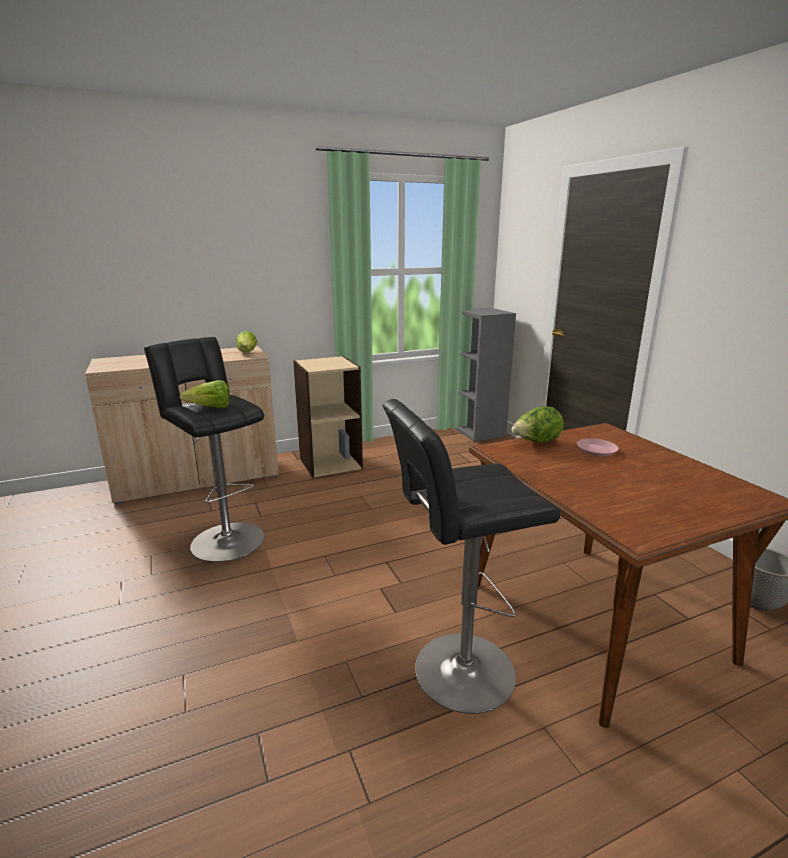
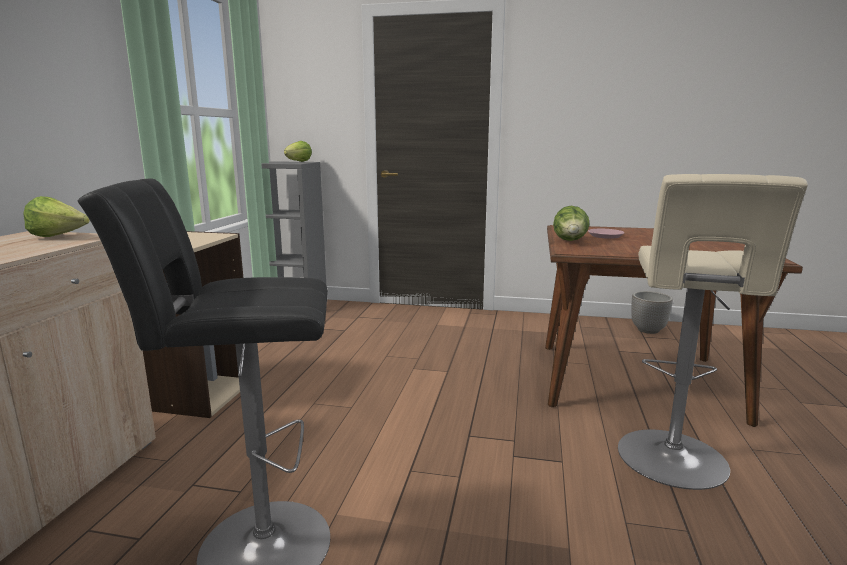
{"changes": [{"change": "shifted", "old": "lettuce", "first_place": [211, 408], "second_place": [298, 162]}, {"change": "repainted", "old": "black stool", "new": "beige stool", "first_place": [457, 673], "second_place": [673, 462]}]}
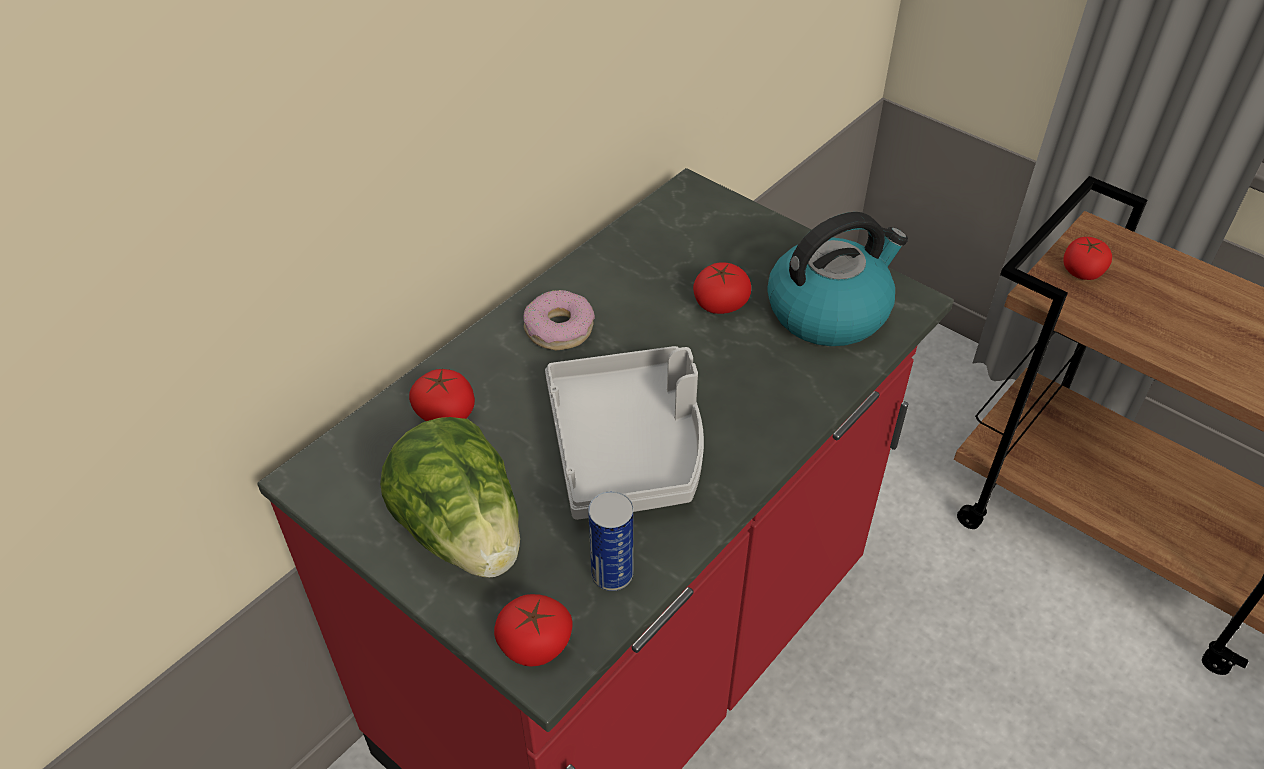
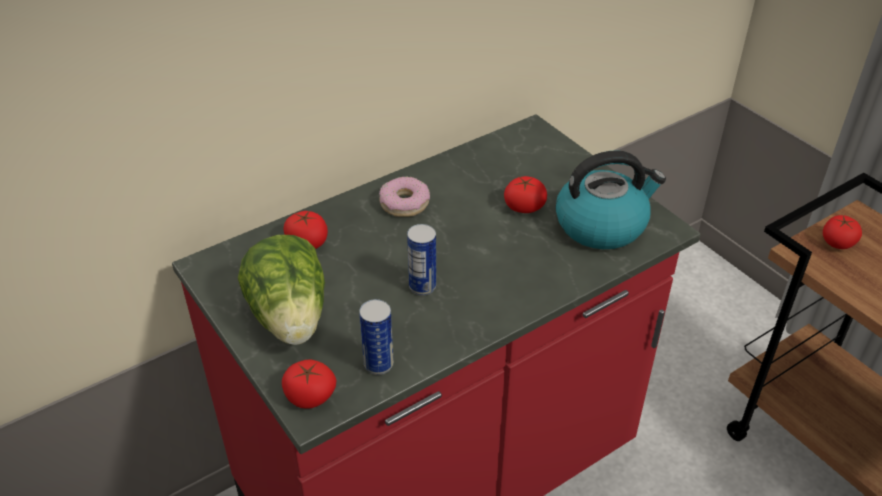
{"changes": [{"change": "swapped", "old": "grey tray", "new": "can", "first_place": [629, 447], "second_place": [422, 286]}]}
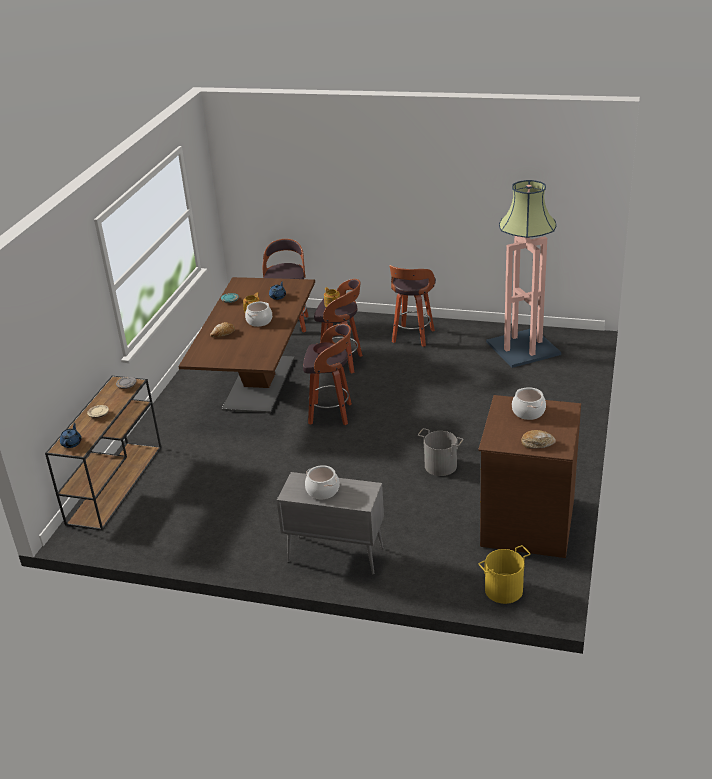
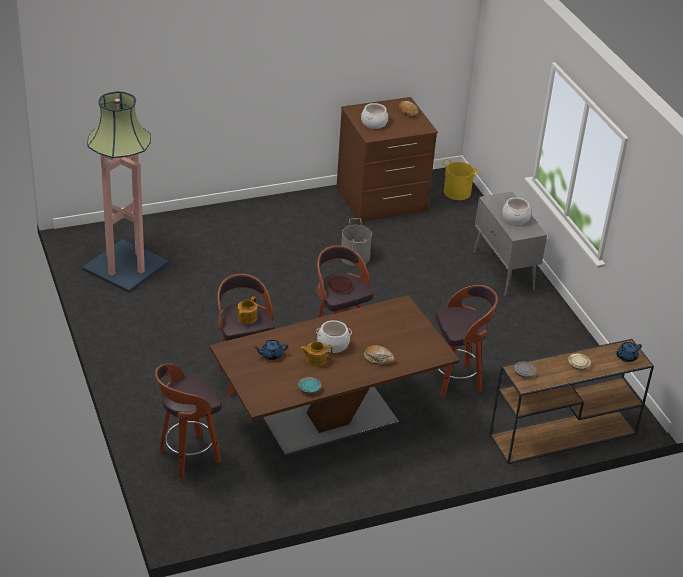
{"changes": [{"change": "shifted", "old": "stool", "first_place": [413, 337], "second_place": [456, 381]}]}
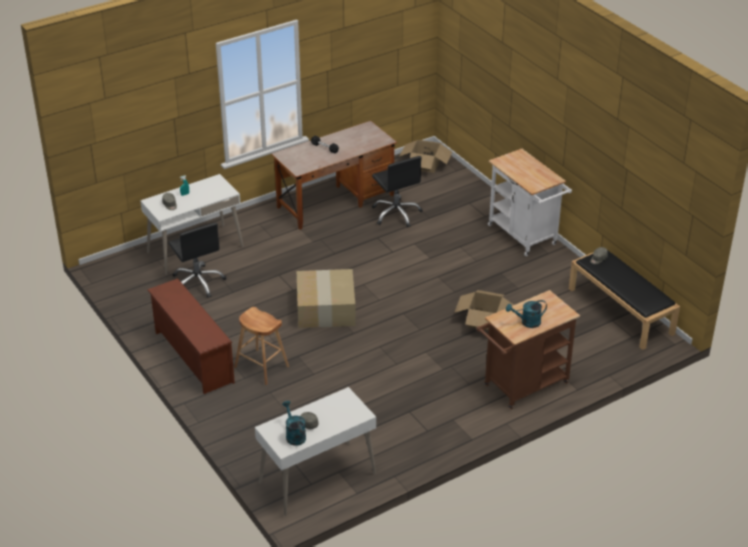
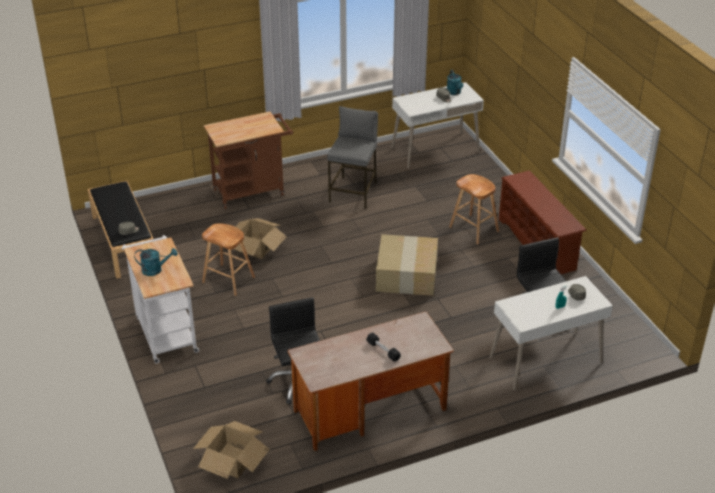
{"changes": [{"change": "shifted", "old": "turquoise watering can", "first_place": [527, 322], "second_place": [155, 270]}, {"change": "new", "new": "brown stool", "second_place": [228, 280]}, {"change": "new", "new": "grey stool", "second_place": [354, 192]}]}
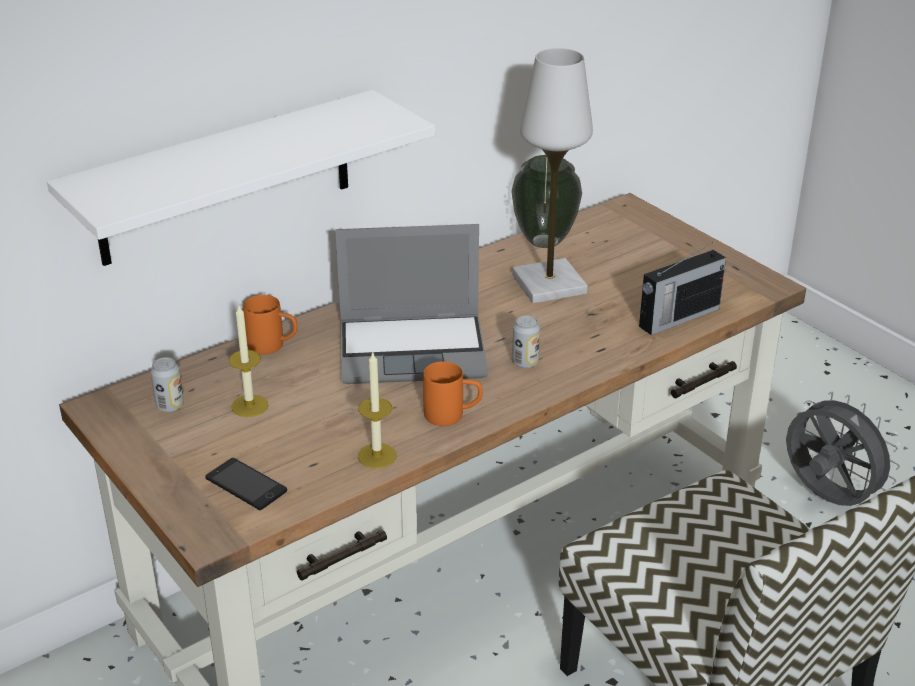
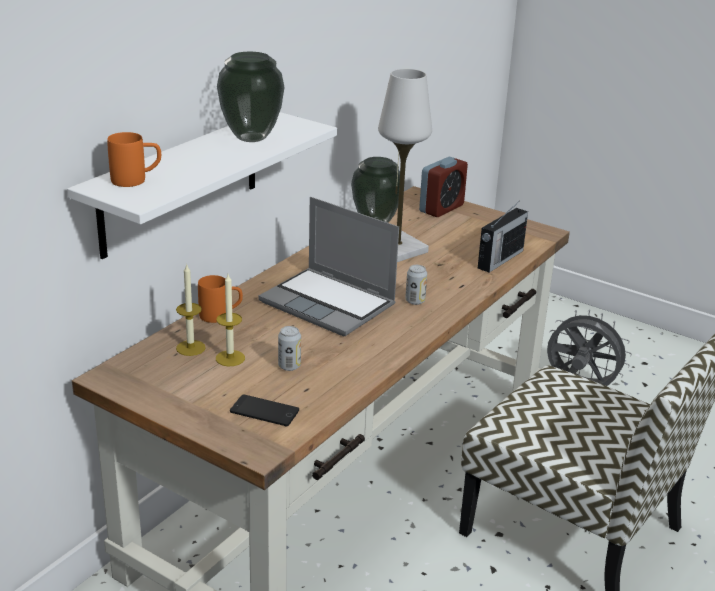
{"changes": [{"change": "shifted", "old": "orange mug", "first_place": [453, 415], "second_place": [136, 180]}, {"change": "shifted", "old": "candle", "first_place": [377, 456], "second_place": [190, 348]}, {"change": "new", "new": "vase", "second_place": [250, 137]}, {"change": "rotated", "old": "laptop", "first_place": [414, 350], "second_place": [330, 304], "degrees": 60}, {"change": "shifted", "old": "can", "first_place": [170, 406], "second_place": [289, 366]}, {"change": "new", "new": "alarm clock", "second_place": [441, 208]}]}
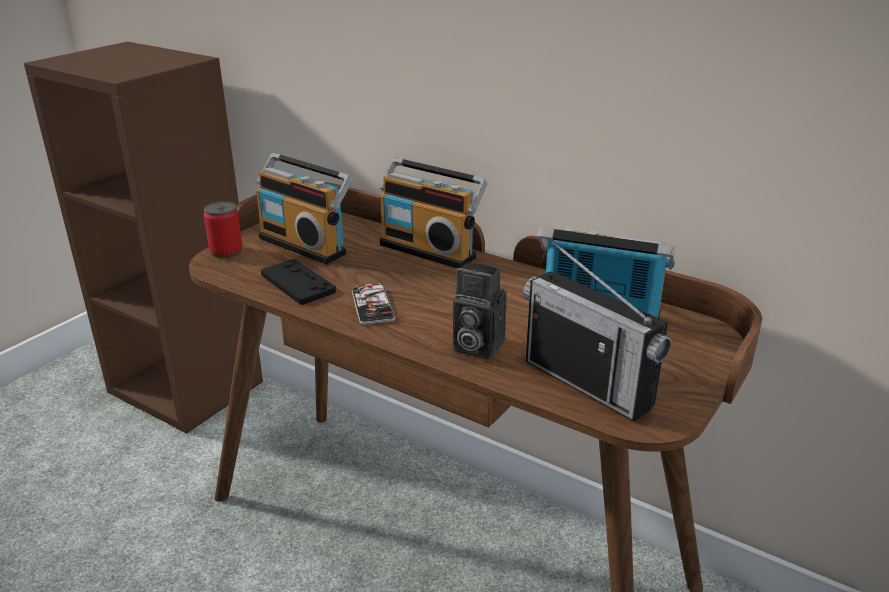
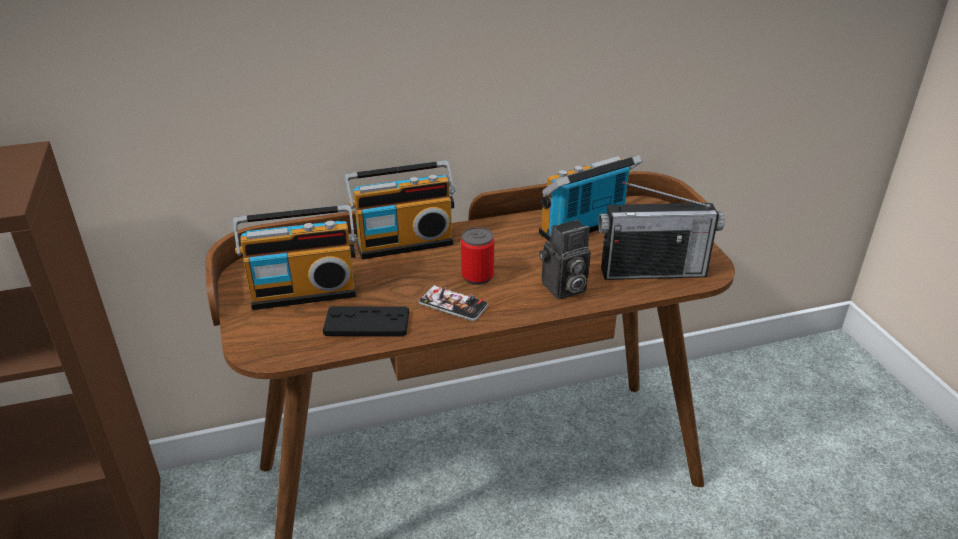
{"changes": [{"change": "shifted", "old": "can", "first_place": [226, 252], "second_place": [477, 276]}]}
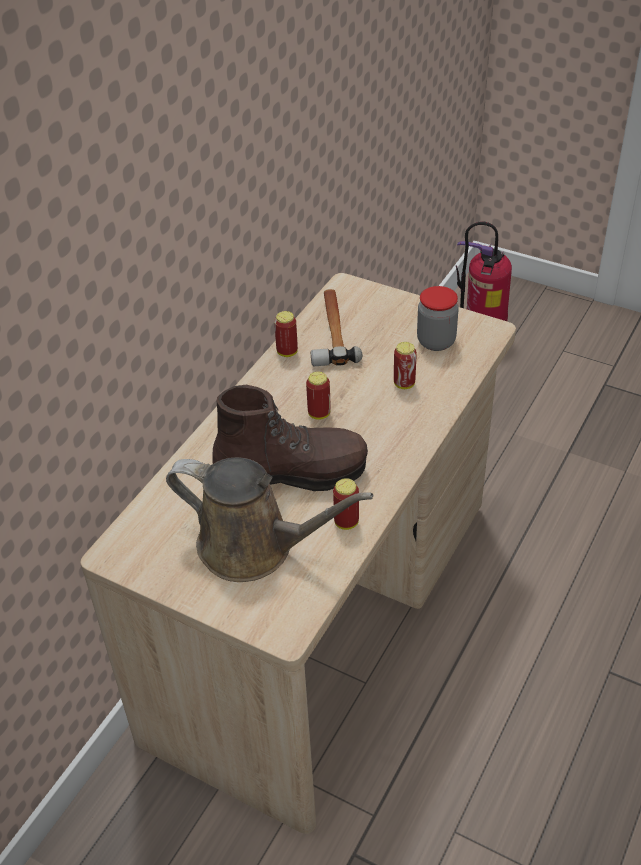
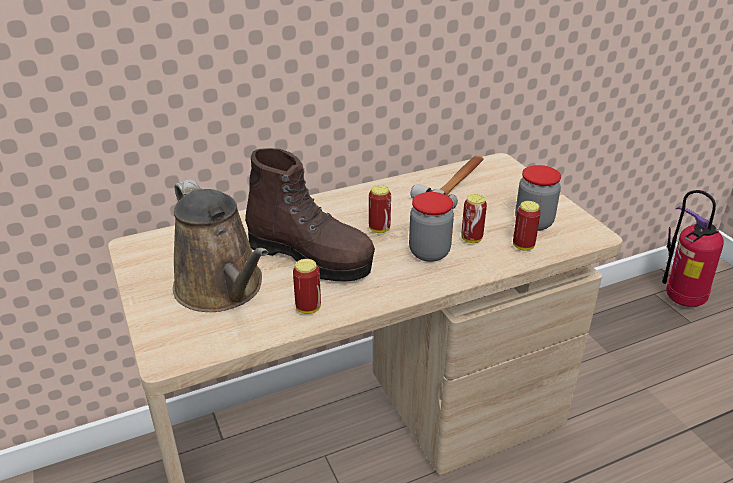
{"changes": [{"change": "new", "new": "jar", "second_place": [429, 252]}, {"change": "shifted", "old": "can", "first_place": [287, 352], "second_place": [523, 246]}]}
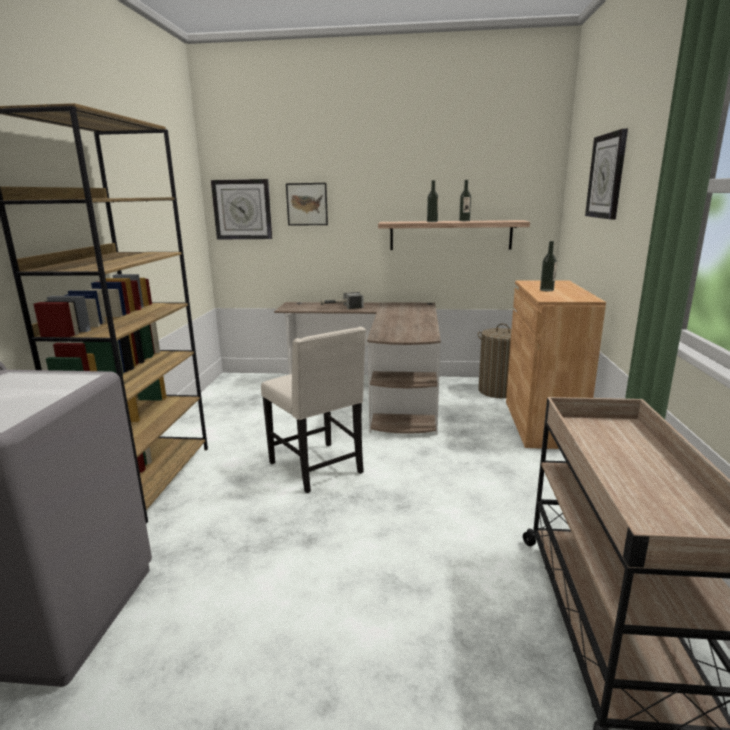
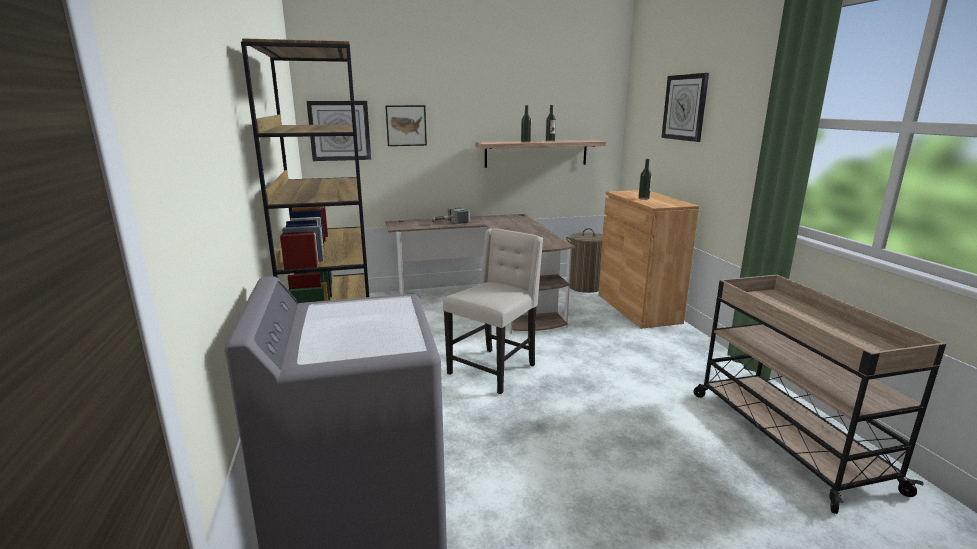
{"changes": [{"change": "rotated", "old": "beige chair", "first_place": [318, 468], "second_place": [494, 369], "degrees": -90}]}
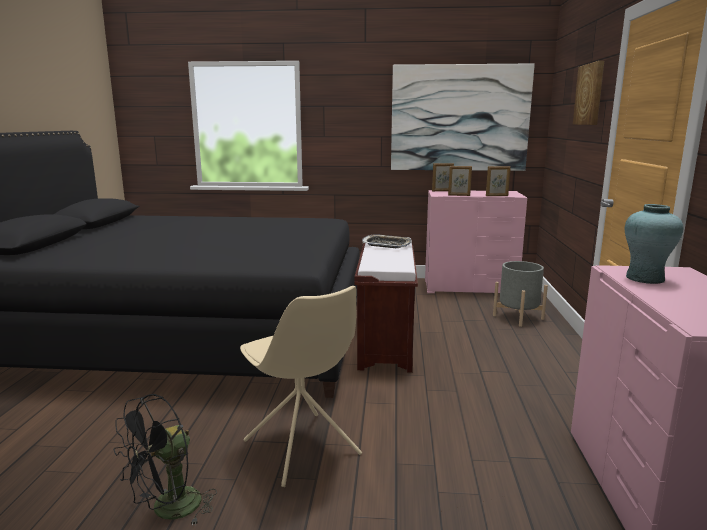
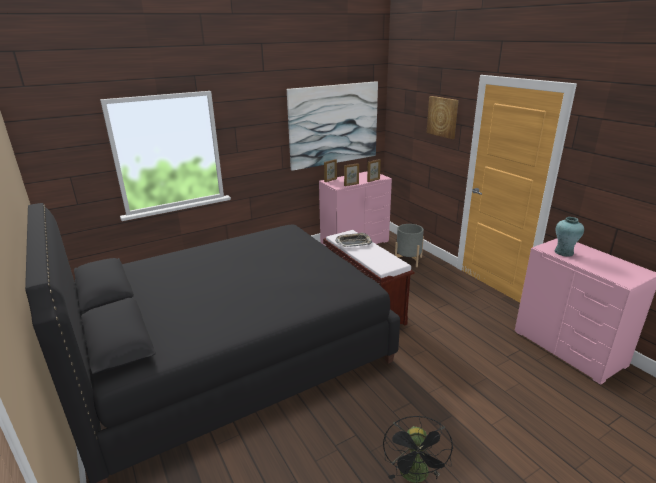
{"changes": [{"change": "gone", "old": "beige chair", "first_place": [302, 449]}]}
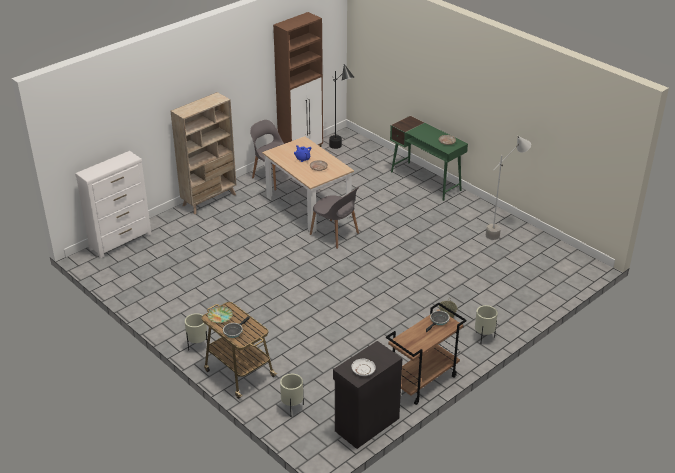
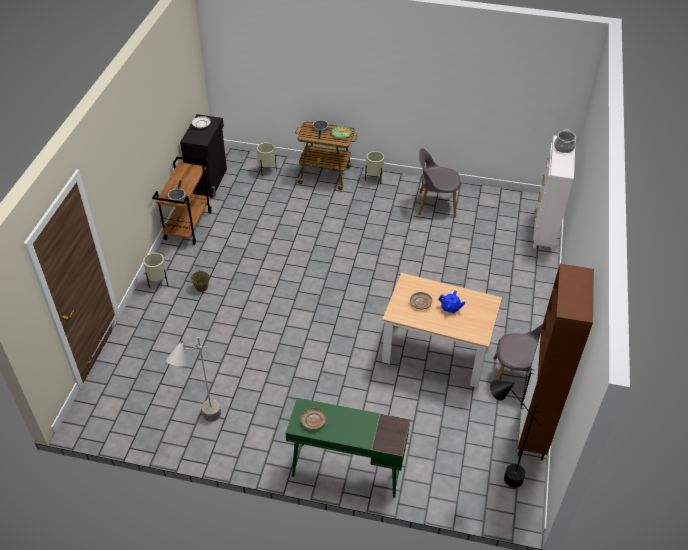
{"changes": [{"change": "shifted", "old": "grey chair", "first_place": [335, 234], "second_place": [435, 204]}, {"change": "new", "new": "cooking pot", "second_place": [564, 147]}, {"change": "gone", "old": "beige bookcase", "first_place": [209, 200]}]}
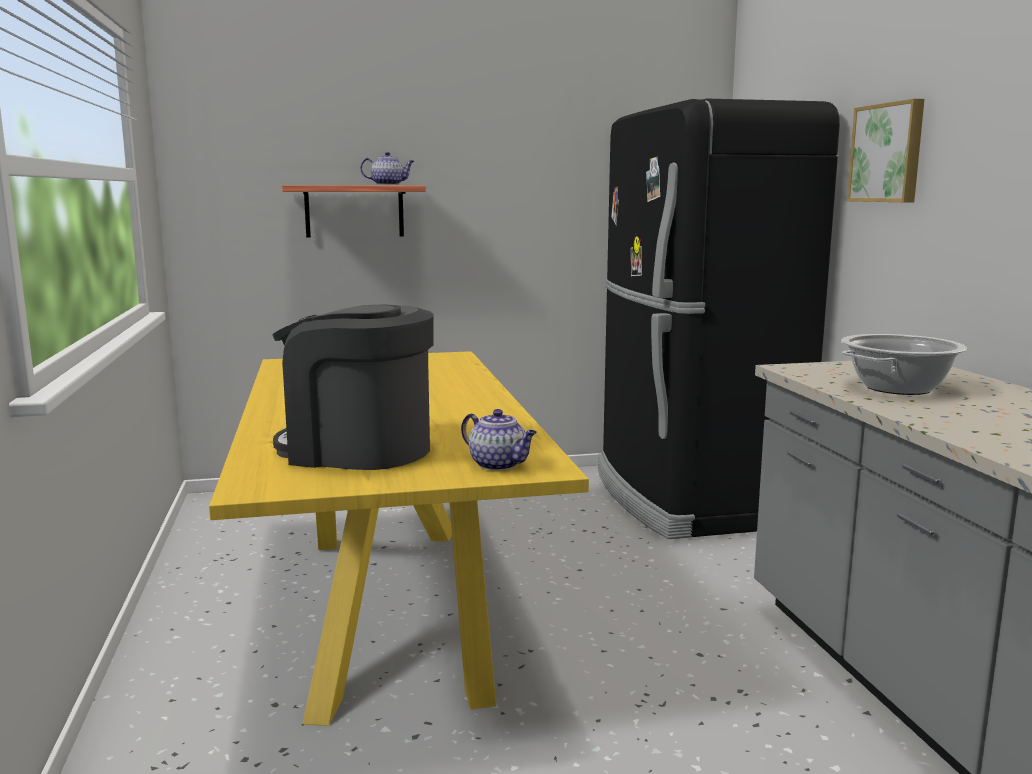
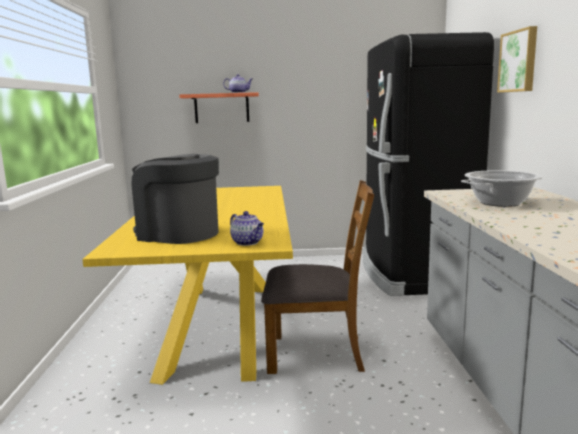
{"changes": [{"change": "new", "new": "brown chair", "second_place": [317, 353]}]}
